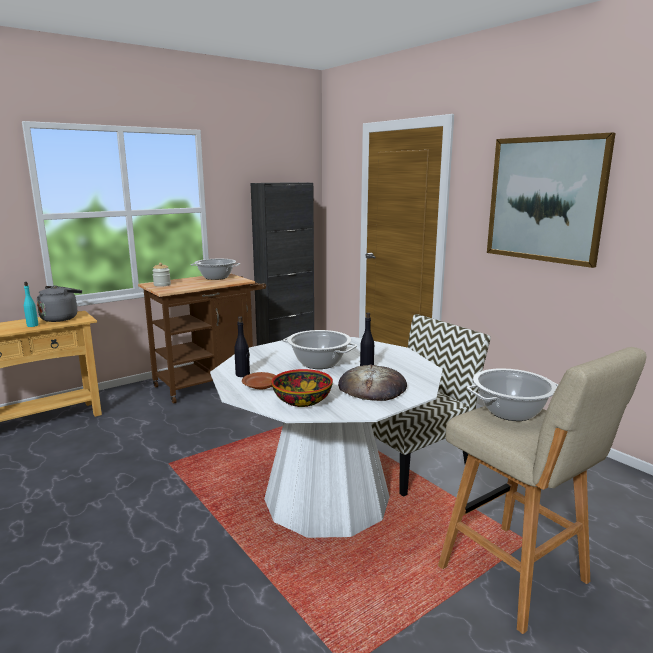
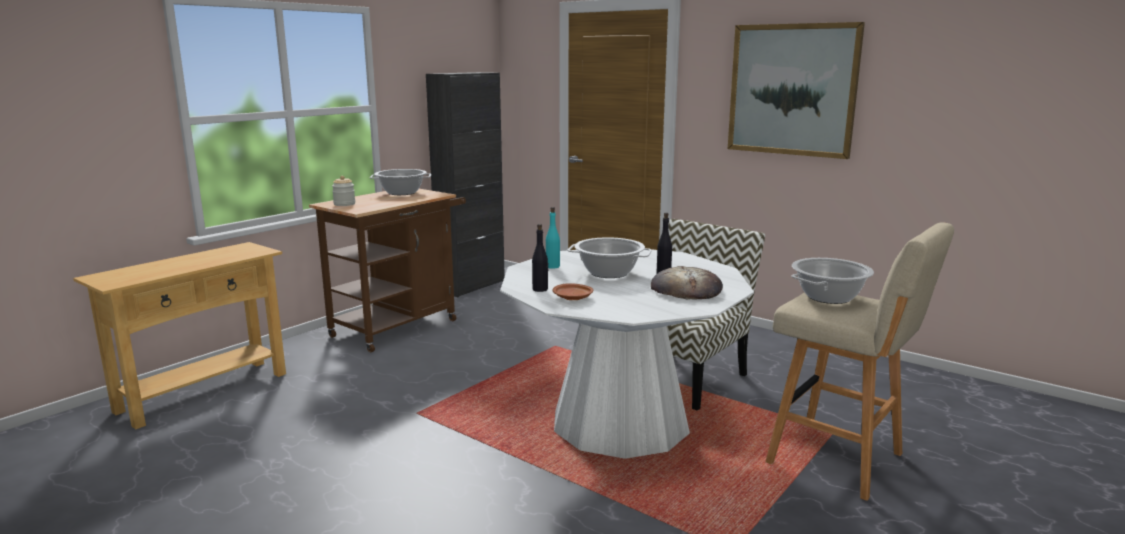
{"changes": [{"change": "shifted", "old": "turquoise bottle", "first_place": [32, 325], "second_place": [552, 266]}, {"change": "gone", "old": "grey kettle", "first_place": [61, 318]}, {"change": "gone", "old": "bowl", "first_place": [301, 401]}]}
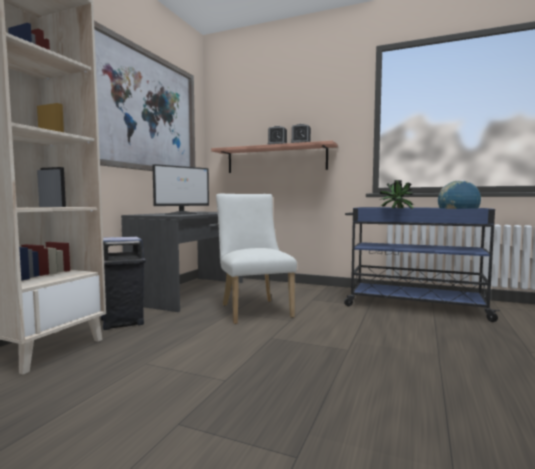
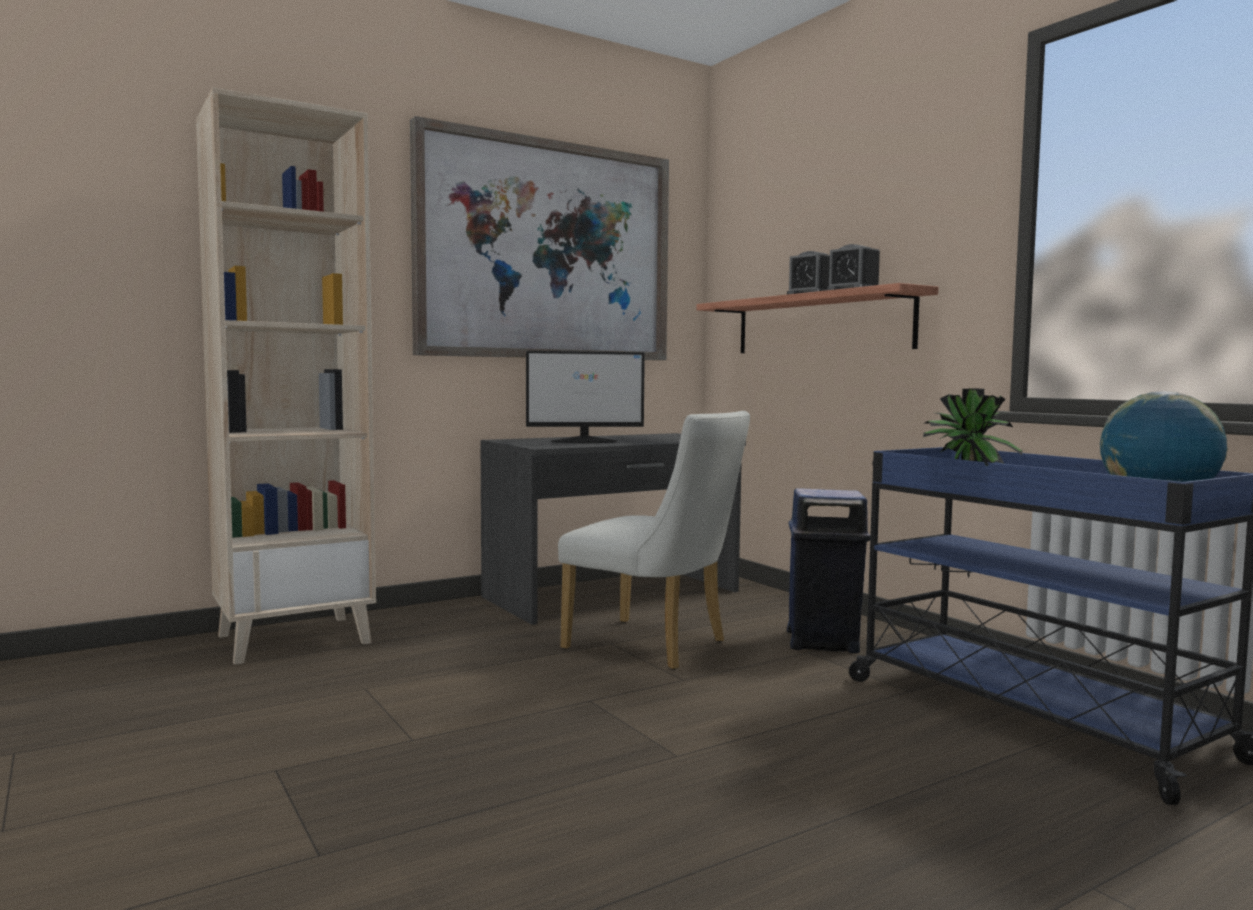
{"changes": [{"change": "rotated", "old": "white chair", "first_place": [253, 309], "second_place": [656, 647], "degrees": 105}, {"change": "shifted", "old": "blue trash can", "first_place": [123, 321], "second_place": [824, 642]}]}
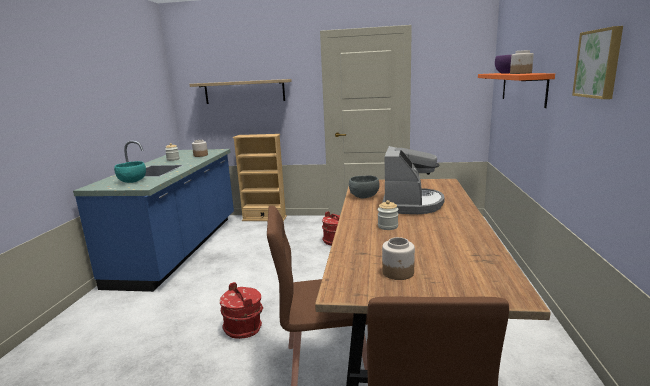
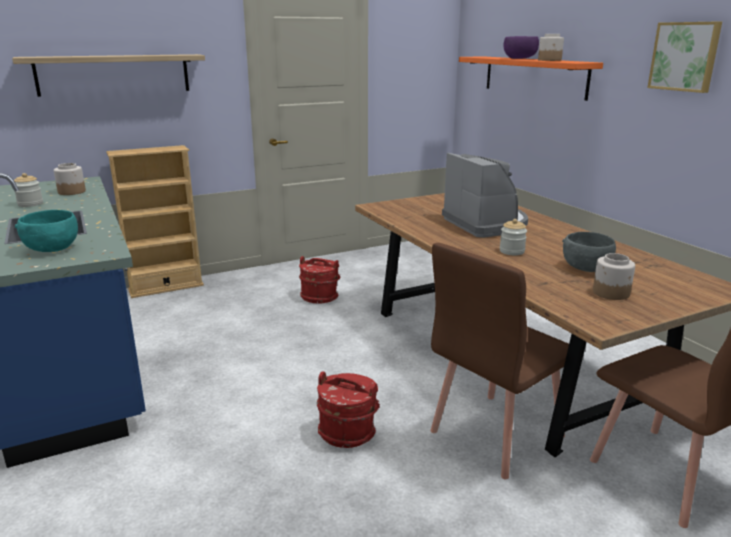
{"changes": [{"change": "shifted", "old": "grey bowl", "first_place": [364, 196], "second_place": [585, 267]}]}
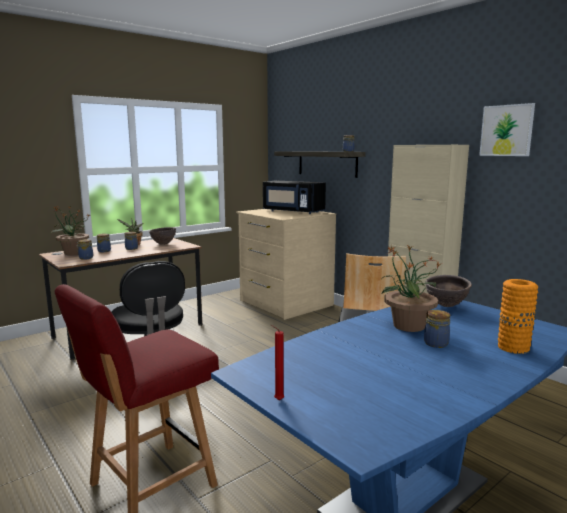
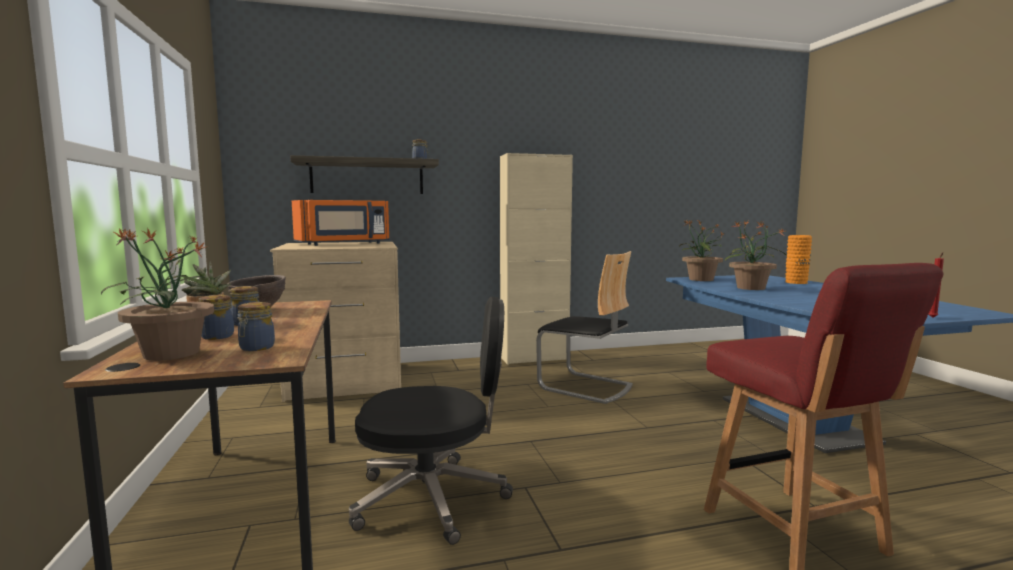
{"changes": [{"change": "repainted", "old": "black microwave", "new": "orange microwave", "first_place": [292, 212], "second_place": [344, 244]}, {"change": "swapped", "old": "brown bowl", "new": "potted plant", "first_place": [446, 306], "second_place": [700, 279]}, {"change": "gone", "old": "jar", "first_place": [436, 343]}, {"change": "gone", "old": "picture", "first_place": [506, 130]}]}
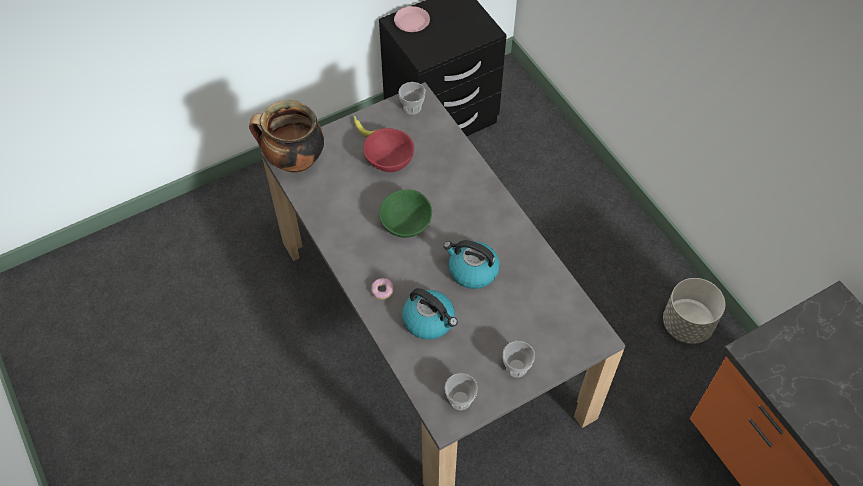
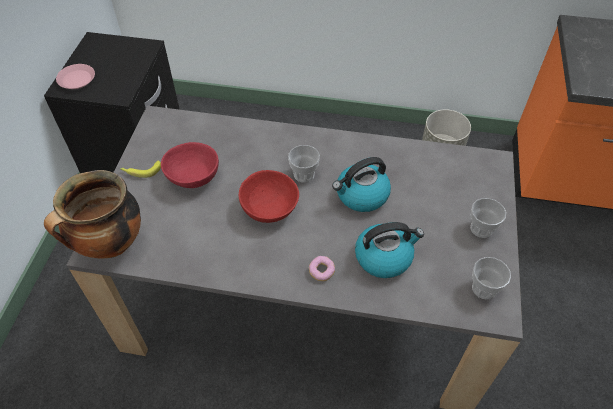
{"changes": [{"change": "repainted", "old": "green bowl", "new": "red bowl", "first_place": [405, 223], "second_place": [268, 208]}, {"change": "shifted", "old": "cup", "first_place": [412, 107], "second_place": [304, 174]}]}
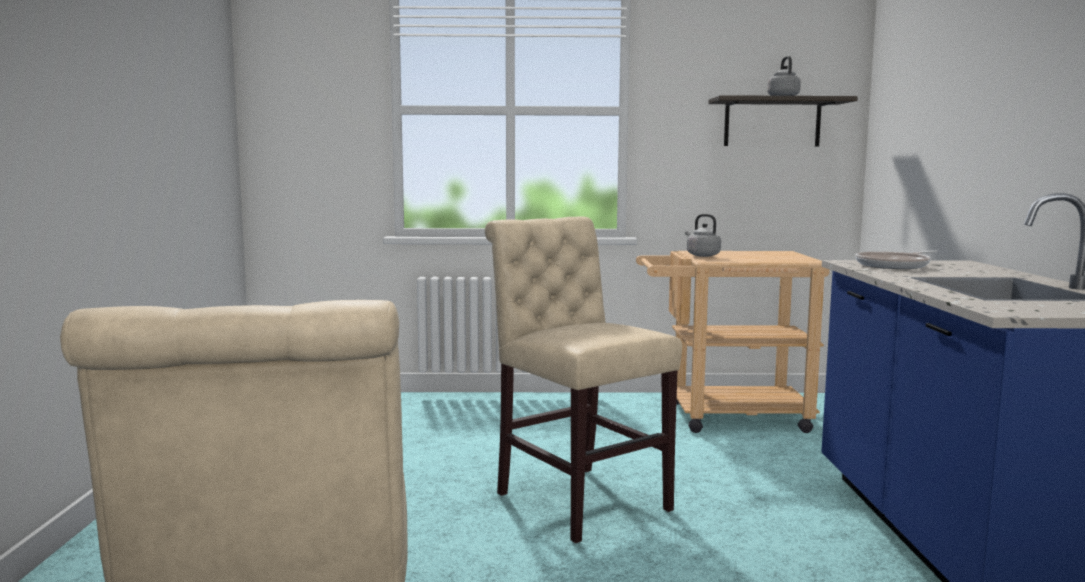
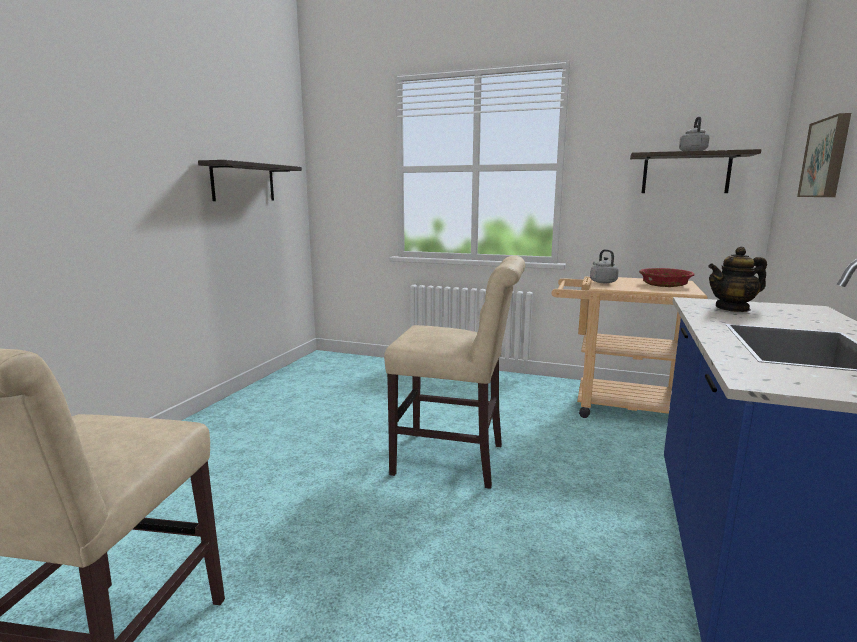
{"changes": [{"change": "new", "new": "shelf", "second_place": [243, 182]}, {"change": "rotated", "old": "beige chair", "first_place": [577, 499], "second_place": [455, 460], "degrees": 120}, {"change": "new", "new": "red bowl", "second_place": [664, 285]}, {"change": "swapped", "old": "frying pan", "new": "teapot", "first_place": [895, 266], "second_place": [732, 308]}, {"change": "new", "new": "picture", "second_place": [827, 158]}]}
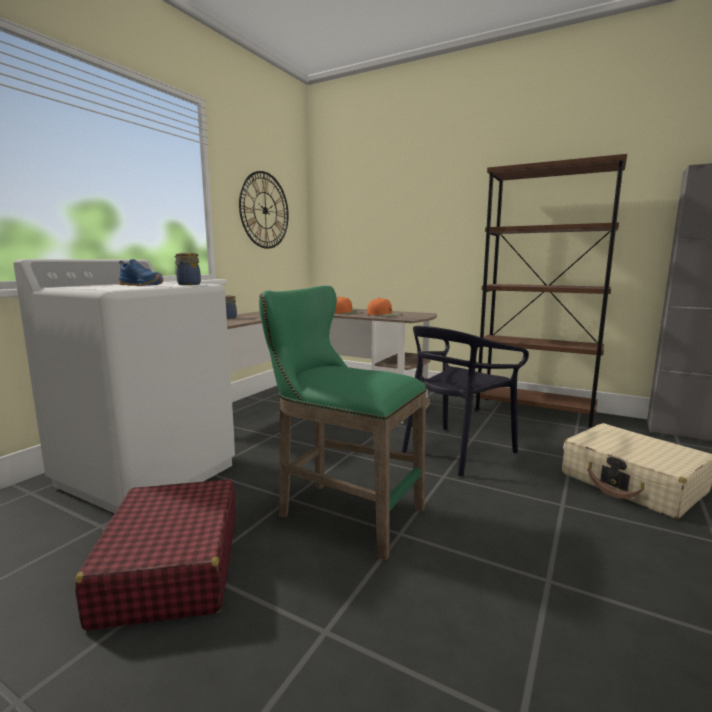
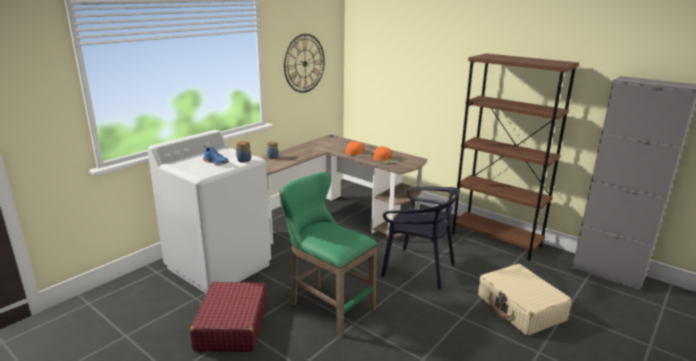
{"changes": [{"change": "rotated", "old": "black chair", "first_place": [457, 450], "second_place": [418, 269], "degrees": -120}]}
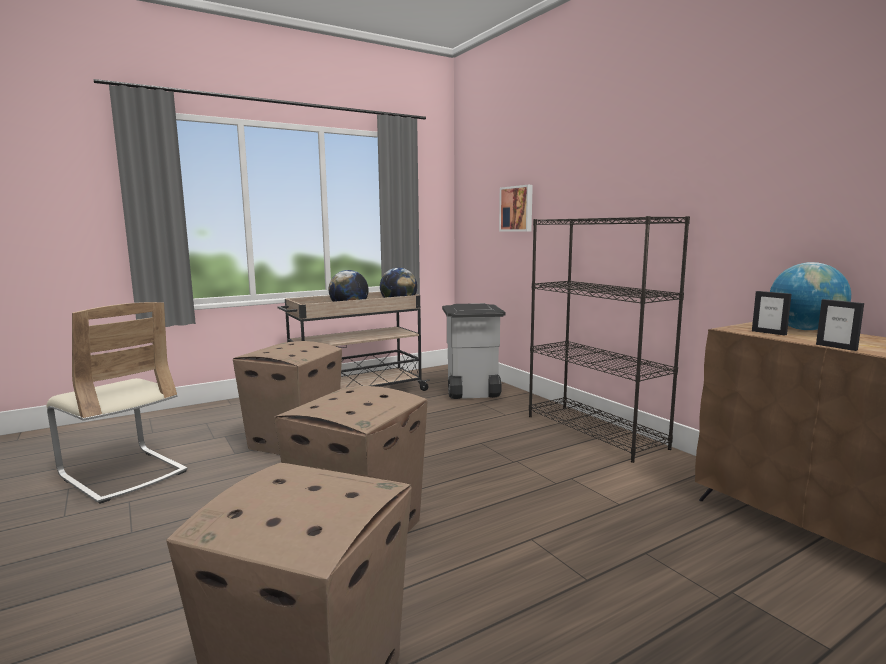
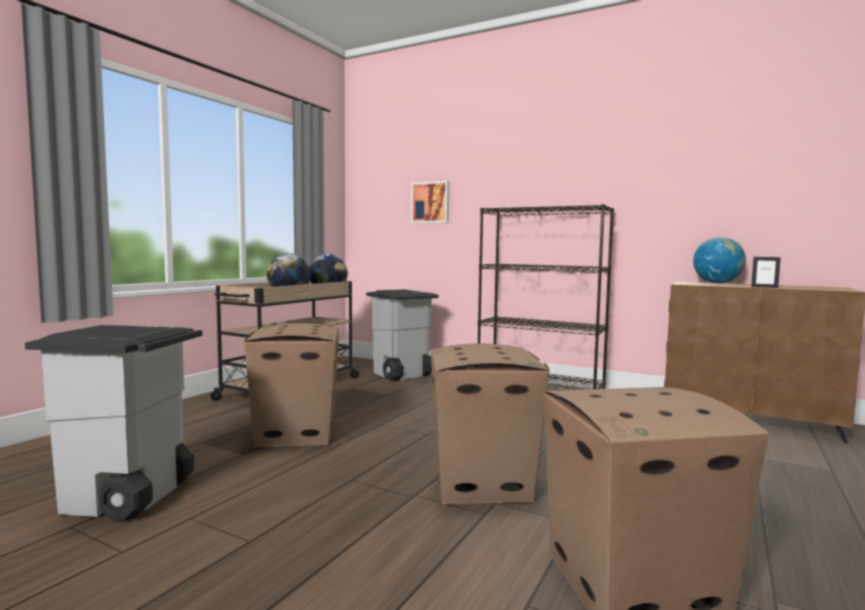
{"changes": [{"change": "swapped", "old": "beige chair", "new": "grey trash can", "first_place": [123, 474], "second_place": [128, 498]}, {"change": "gone", "old": "picture frame", "first_place": [769, 333]}]}
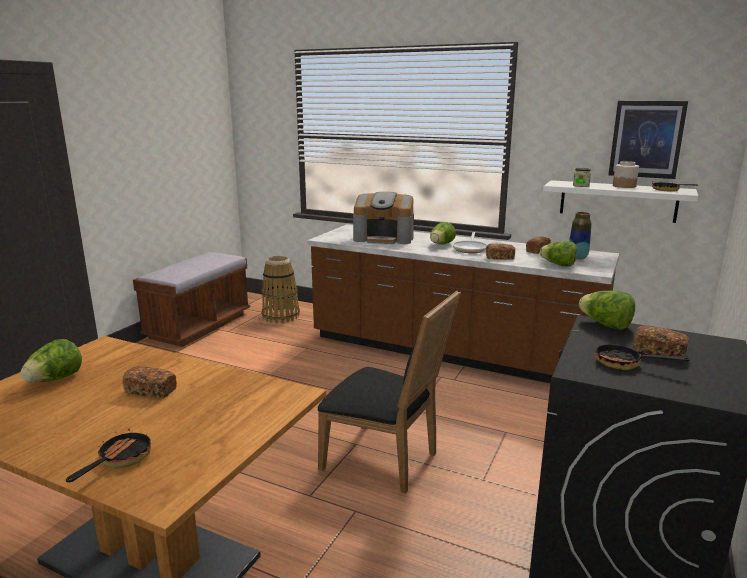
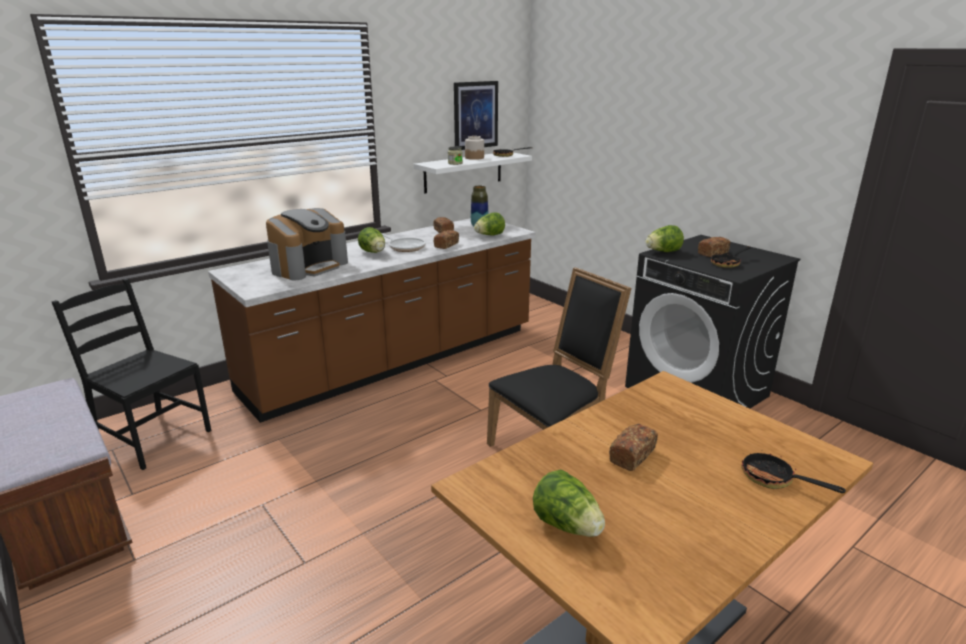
{"changes": [{"change": "swapped", "old": "basket", "new": "black chair", "first_place": [281, 316], "second_place": [152, 437]}]}
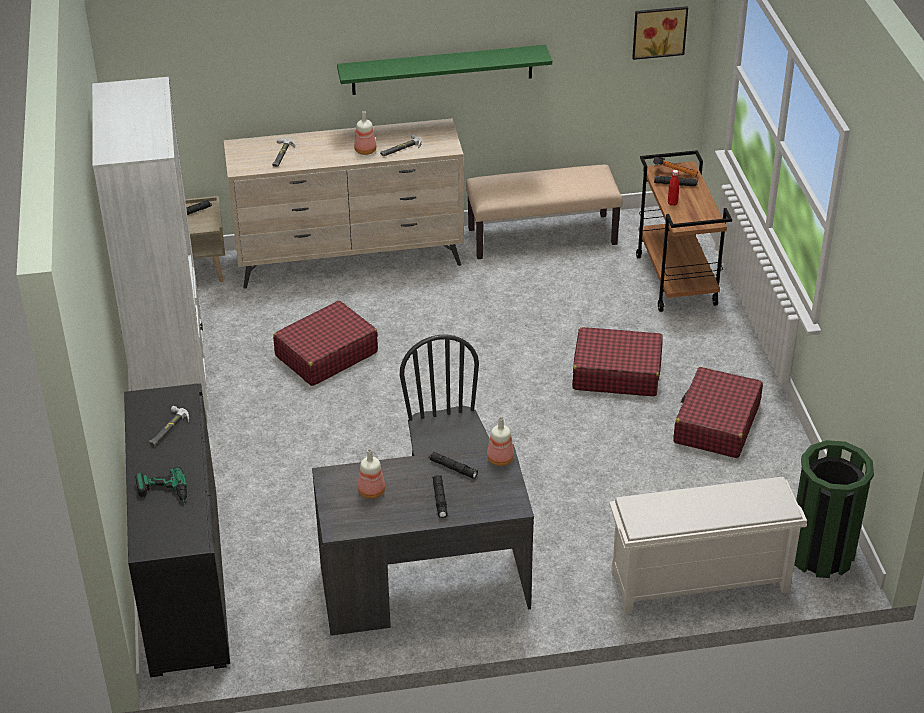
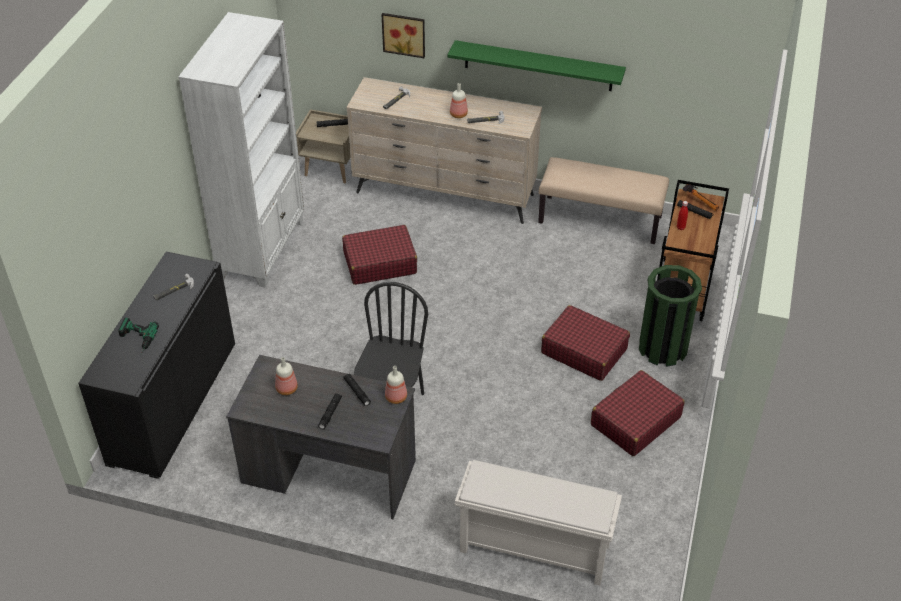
{"changes": [{"change": "shifted", "old": "picture", "first_place": [659, 31], "second_place": [404, 34]}, {"change": "shifted", "old": "green trash can", "first_place": [821, 554], "second_place": [662, 348]}]}
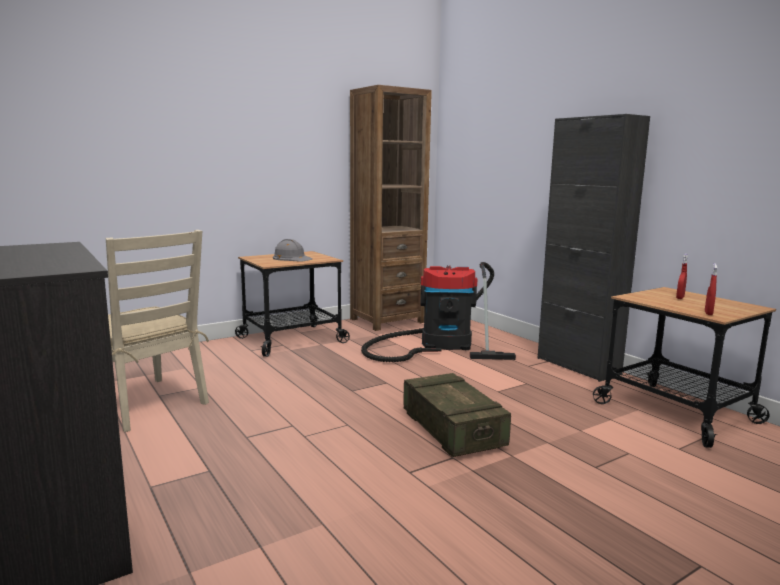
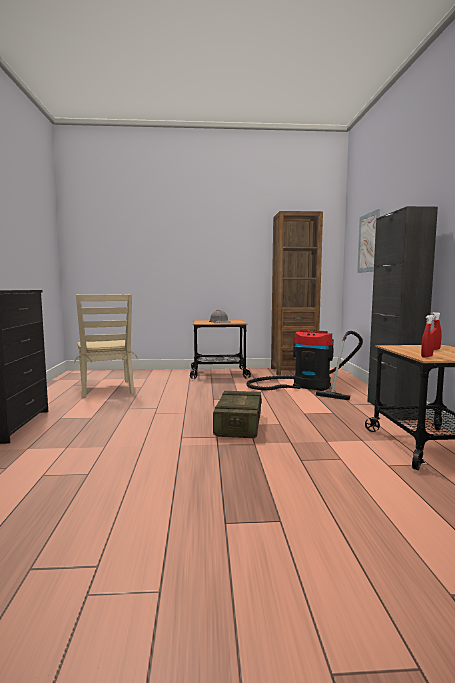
{"changes": [{"change": "new", "new": "picture", "second_place": [368, 242]}]}
